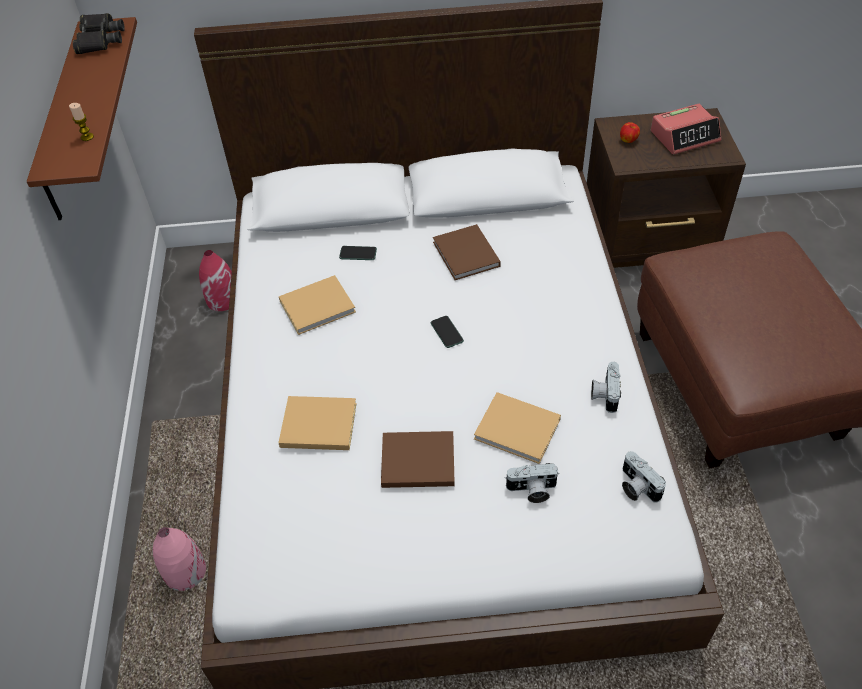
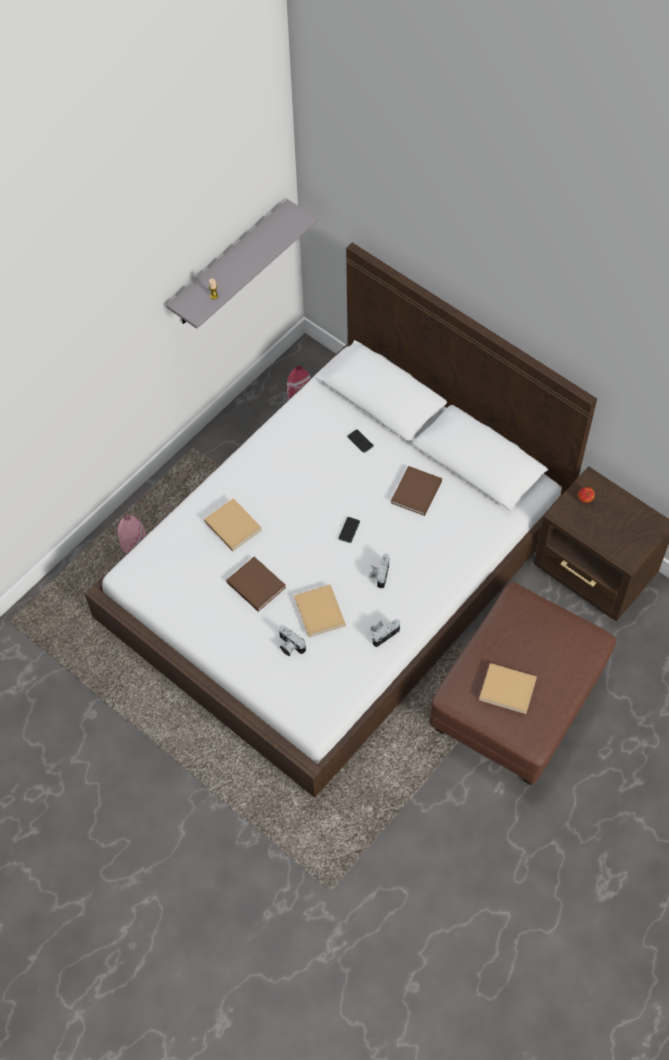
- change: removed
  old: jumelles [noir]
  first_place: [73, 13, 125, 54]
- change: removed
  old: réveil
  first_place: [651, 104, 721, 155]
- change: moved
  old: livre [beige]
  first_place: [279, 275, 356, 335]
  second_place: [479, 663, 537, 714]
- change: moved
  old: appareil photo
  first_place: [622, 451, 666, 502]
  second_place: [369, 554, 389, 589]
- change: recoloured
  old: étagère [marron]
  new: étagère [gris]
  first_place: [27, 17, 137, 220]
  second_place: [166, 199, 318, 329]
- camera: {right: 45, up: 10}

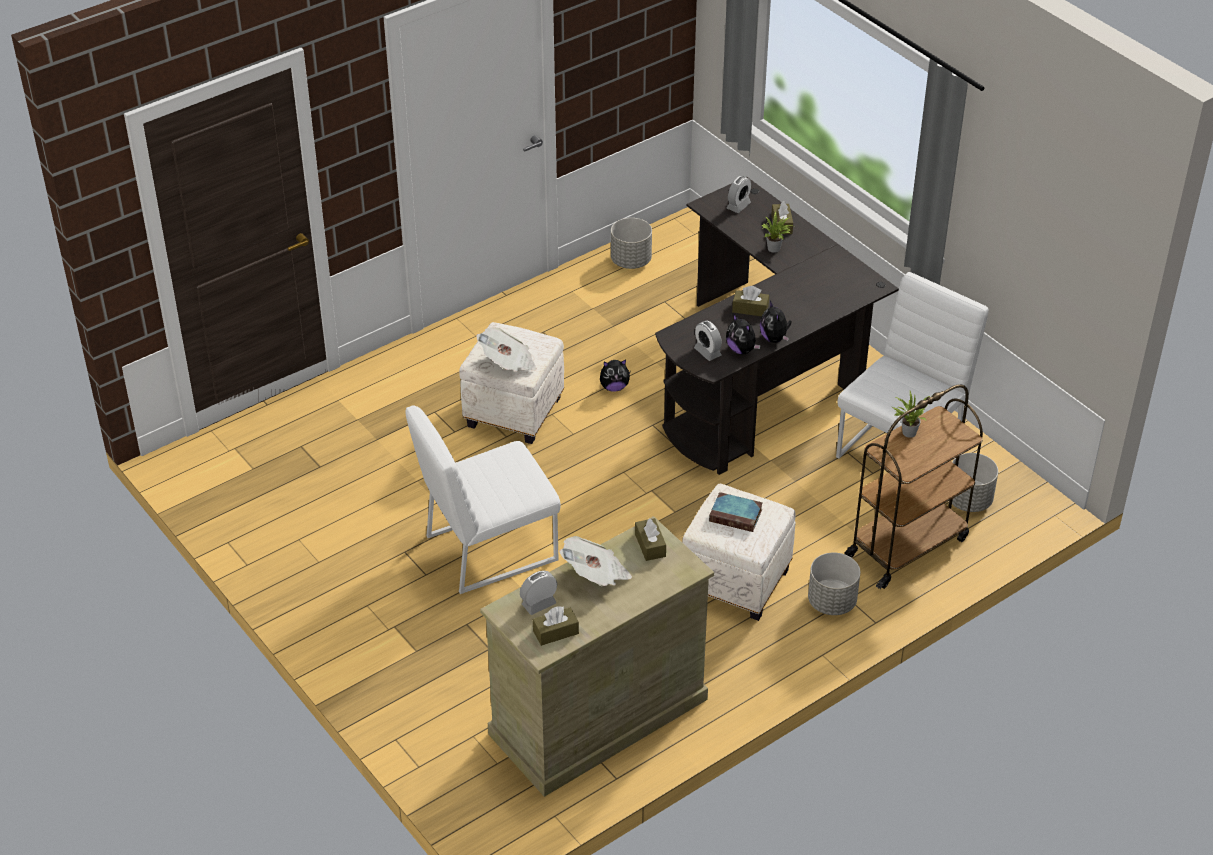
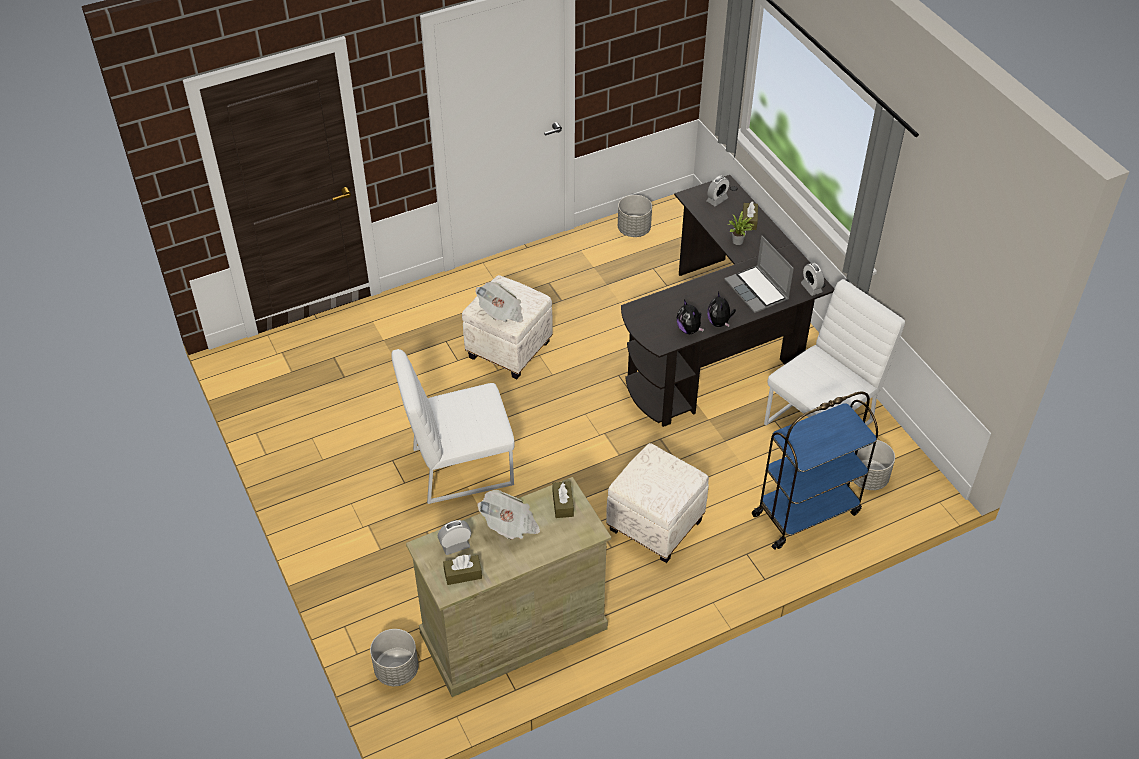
- change: removed
  old: peluche
  first_place: [600, 360, 631, 392]
- change: removed
  old: livre
  first_place: [709, 492, 763, 532]
- change: removed
  old: boîte à mouchoirs [marron]
  first_place: [732, 286, 769, 316]
- change: removed
  old: plante en pot
  first_place: [892, 391, 930, 438]
- change: added
  new: ordinateur portable
  second_place: [724, 236, 794, 313]
- change: moved
  old: réveil
  first_place: [694, 321, 722, 361]
  second_place: [801, 263, 824, 296]
- change: moved
  old: cache-pot [gris]
  first_place: [808, 553, 860, 615]
  second_place: [370, 629, 418, 686]
- change: recoloured
  old: chariot [marron]
  new: chariot [bleu]
  first_place: [844, 384, 983, 589]
  second_place: [752, 391, 878, 550]
- camera: {right: 10, up: 5}

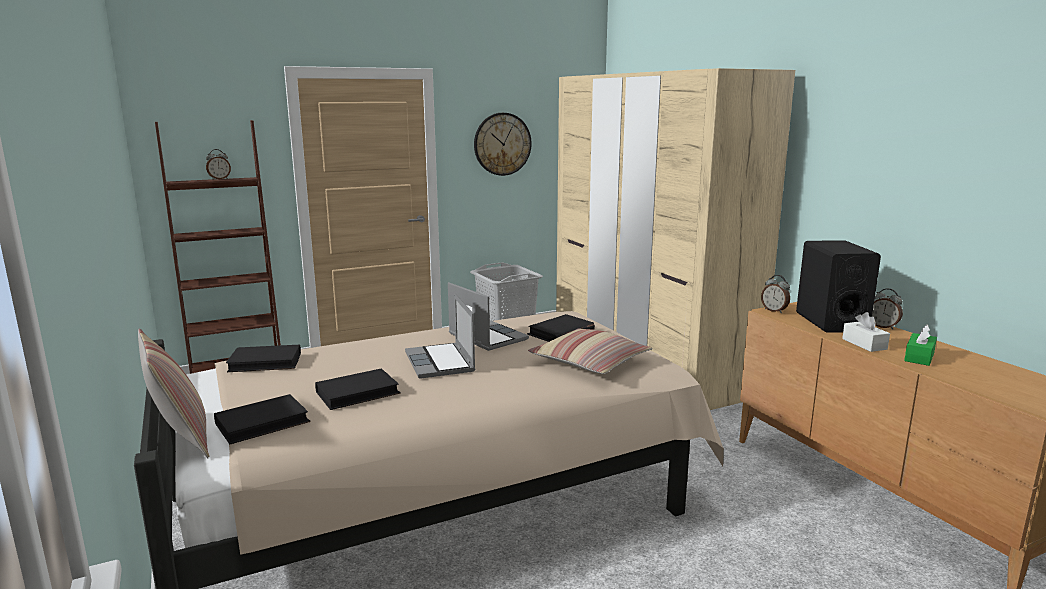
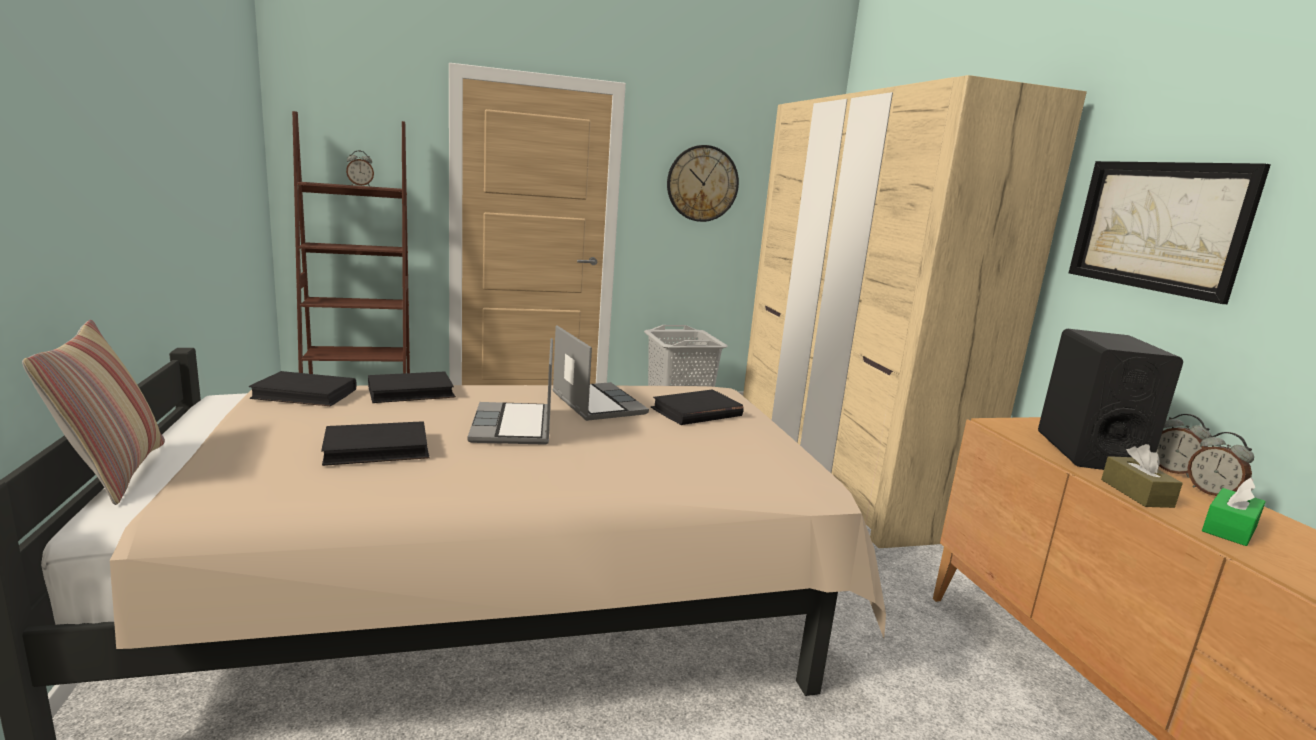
- change: removed
  old: coussin
  first_place: [528, 328, 652, 374]
- change: added
  new: tableau
  second_place: [1069, 161, 1271, 304]
- change: moved
  old: livre [noir]
  first_place: [214, 394, 311, 444]
  second_place: [368, 371, 456, 403]
- change: moved
  old: réveil
  first_place: [761, 275, 790, 313]
  second_place: [1188, 432, 1254, 496]
- change: recoloured
  old: boîte à mouchoirs [blanc]
  new: boîte à mouchoirs [marron]
  first_place: [842, 312, 890, 352]
  second_place: [1101, 444, 1183, 508]
- camera: {right: 10, up: 0}

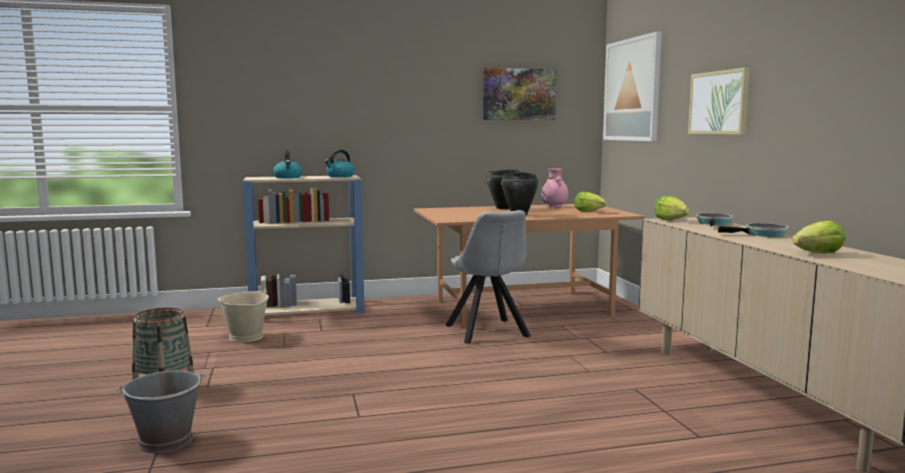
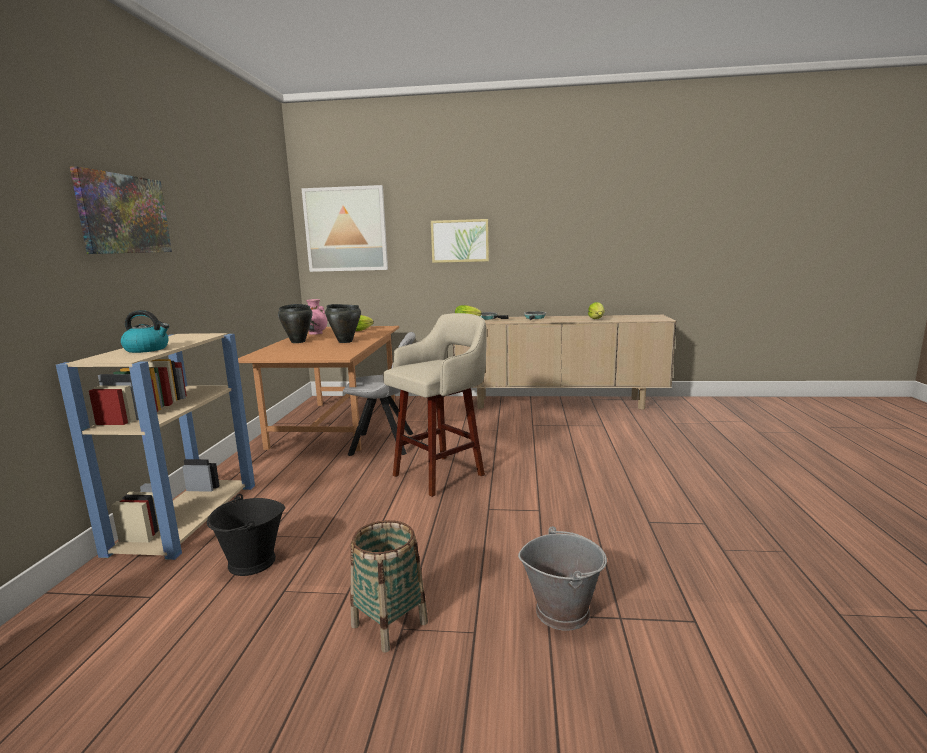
- change: removed
  old: bouilloire
  first_place: [325, 150, 355, 177]
- change: added
  new: tabouret [beige]
  second_place: [383, 313, 487, 497]
- change: moved
  old: tableau
  first_place: [483, 68, 556, 120]
  second_place: [70, 166, 172, 254]
- change: recoloured
  old: seau [beige]
  new: seau [noir]
  first_place: [217, 289, 269, 343]
  second_place: [207, 494, 285, 576]
- camera: {right: -70, up: 5}

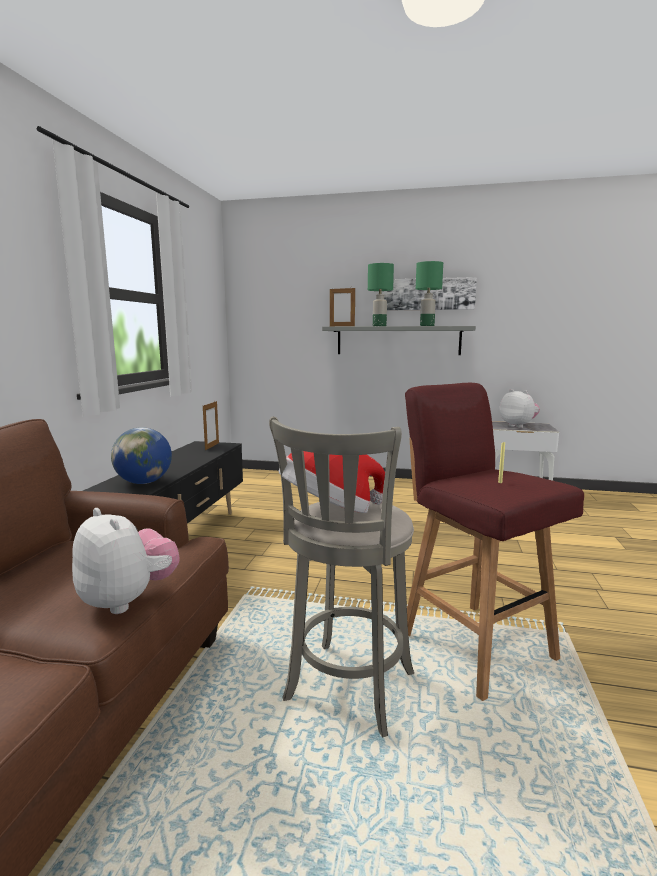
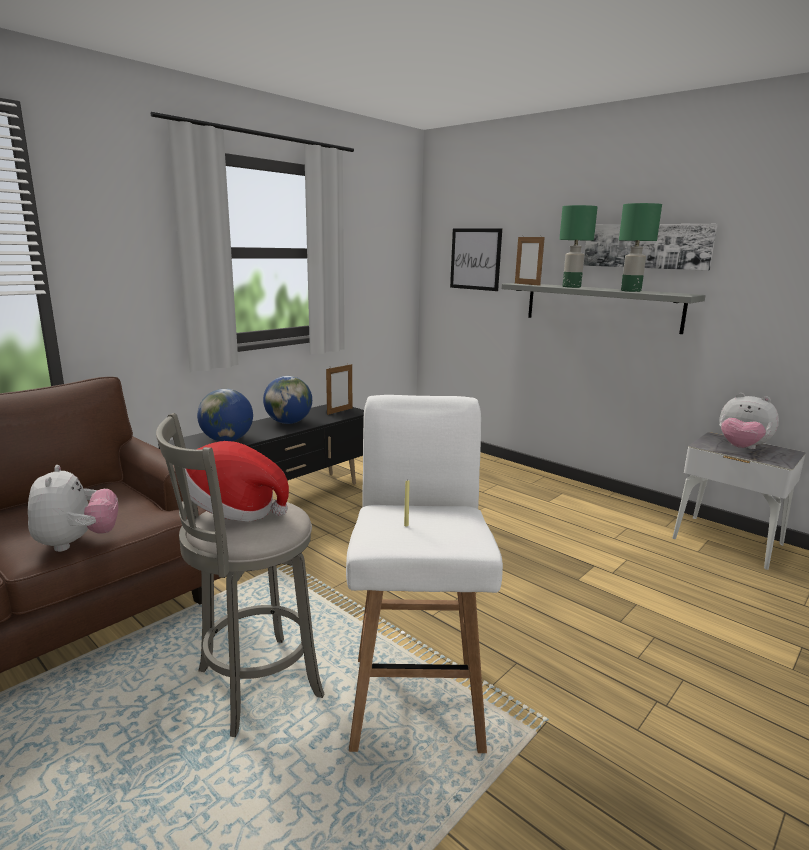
- change: added
  new: globe
  second_place: [263, 376, 312, 424]
- change: added
  new: tableau
  second_place: [450, 228, 502, 291]
- change: recoloured
  old: tabouret [rouge]
  new: tabouret [blanc]
  first_place: [405, 383, 584, 701]
  second_place: [346, 395, 503, 753]
- change: turned
  old: peluche
  first_place: [500, 389, 540, 428]
  second_place: [719, 393, 779, 449]
  degrees: 135
- camera: {right: 30, up: 5}

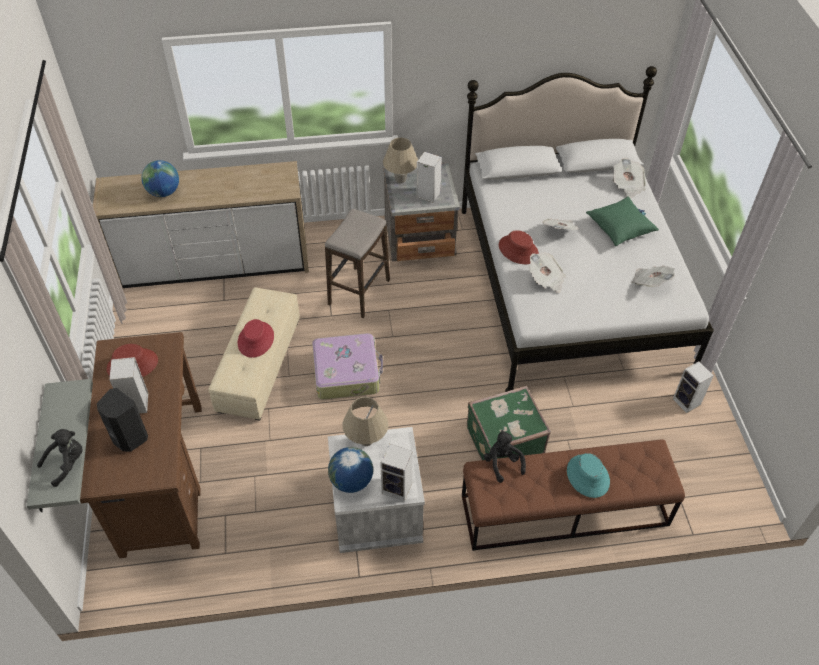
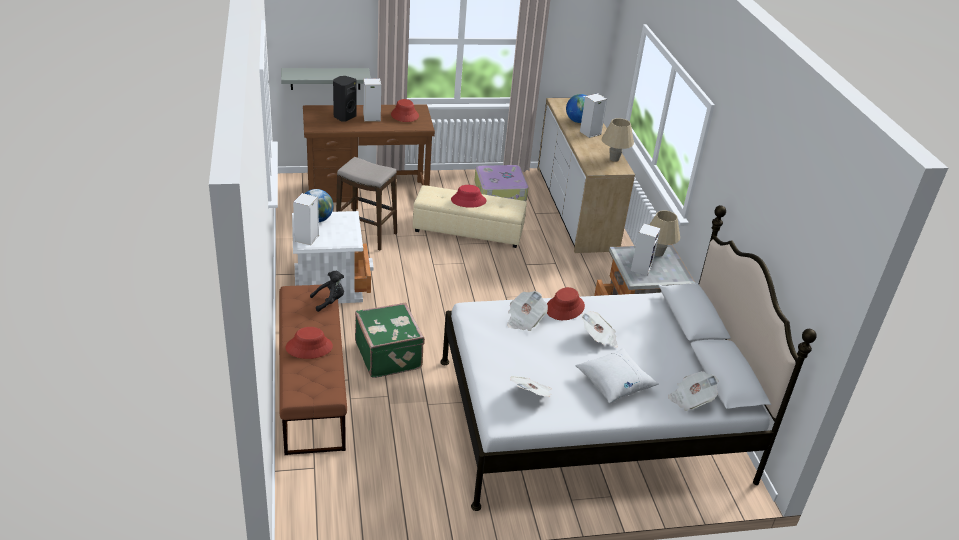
- change: removed
  old: peluche [noir]
  first_place: [37, 429, 83, 487]
- change: moved
  old: valise
  first_place: [312, 333, 383, 400]
  second_place: [474, 165, 528, 201]
- change: moved
  old: tabouret
  first_place: [325, 209, 390, 318]
  second_place: [336, 157, 397, 250]
- change: moved
  old: lampe de table [beige]
  first_place: [342, 397, 389, 446]
  second_place: [602, 118, 634, 162]
- change: moved
  old: enceinte
  first_place: [673, 361, 714, 413]
  second_place: [580, 93, 607, 138]
- change: recoloured
  old: chapeau [turquoise]
  new: chapeau [rouge]
  first_place: [567, 453, 610, 498]
  second_place: [286, 327, 333, 359]
- change: recoloured
  old: coussin [vert]
  new: coussin [gris]
  first_place: [586, 196, 659, 246]
  second_place: [576, 348, 659, 404]
- camera: {right: 85, up: -15}

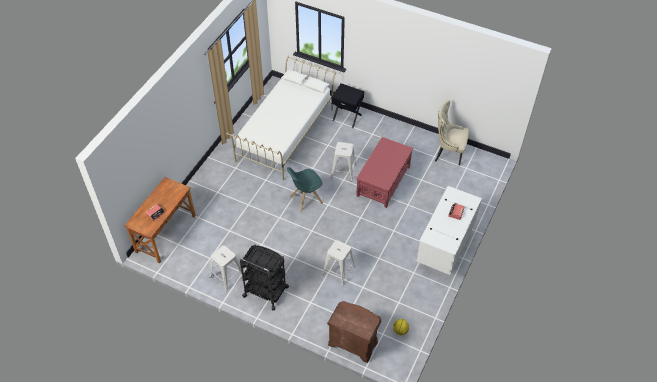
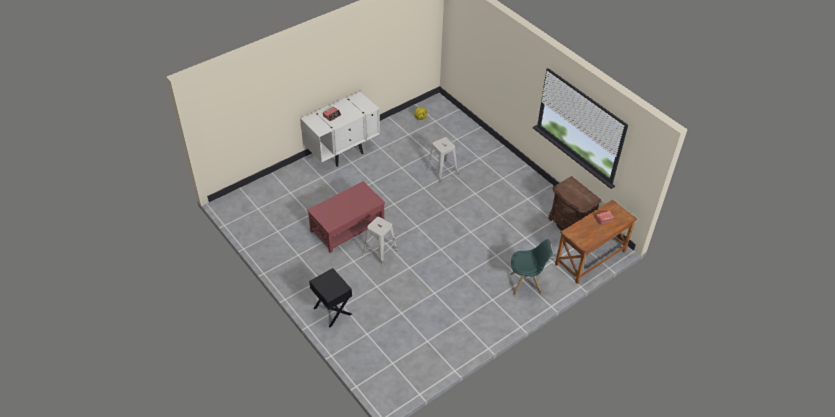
- change: removed
  old: tabouret [blanc]
  first_place: [210, 245, 242, 291]
- change: removed
  old: lit [blanc]
  first_place: [227, 56, 336, 181]
- change: removed
  old: chariot [noir]
  first_place: [240, 244, 289, 310]
- change: removed
  old: chaise [beige]
  first_place: [435, 100, 469, 166]
- change: moved
  old: chaise [turquoise]
  first_place: [287, 167, 323, 213]
  second_place: [510, 239, 553, 296]
- change: moved
  old: table de chevet [marron]
  first_place: [327, 301, 381, 363]
  second_place: [548, 176, 602, 231]
- camera: {right: -155, up: -5}

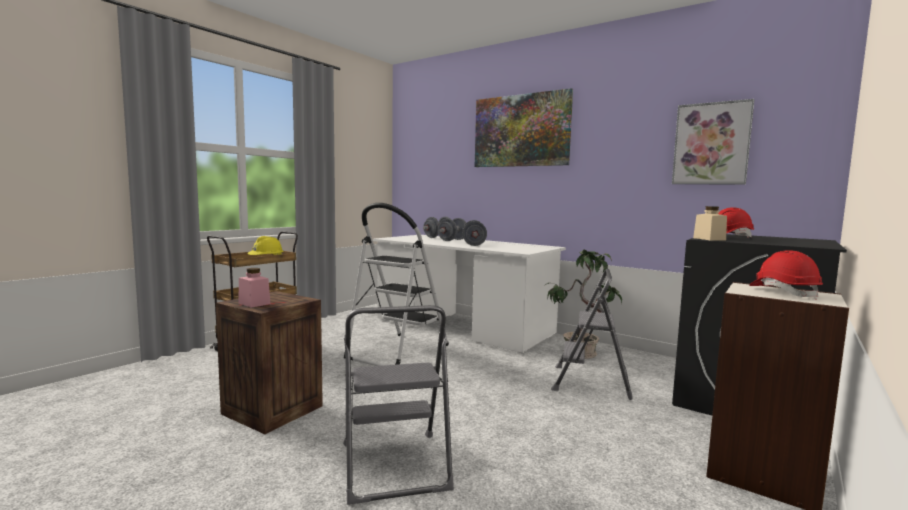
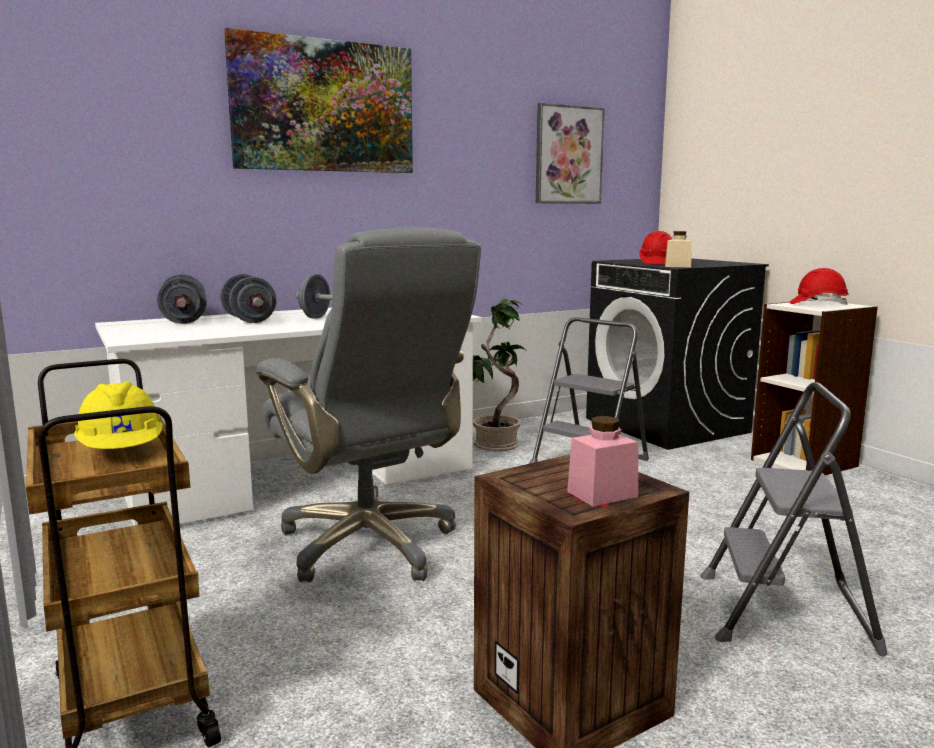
- change: replaced
  old: escabeau
  new: chaise de bureau [gris]
  first_place: [344, 203, 449, 366]
  second_place: [256, 228, 481, 583]
- camera: {right: -65, up: 5}

